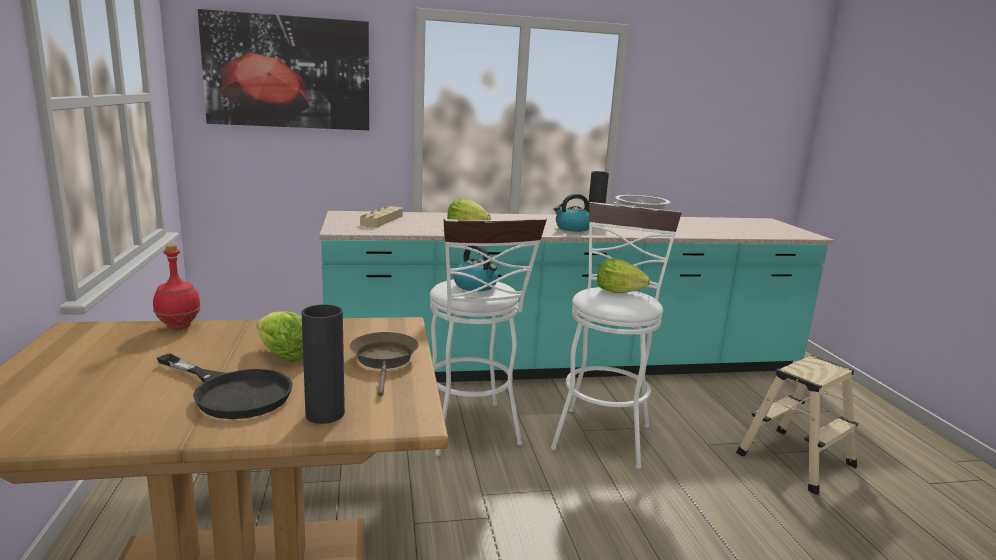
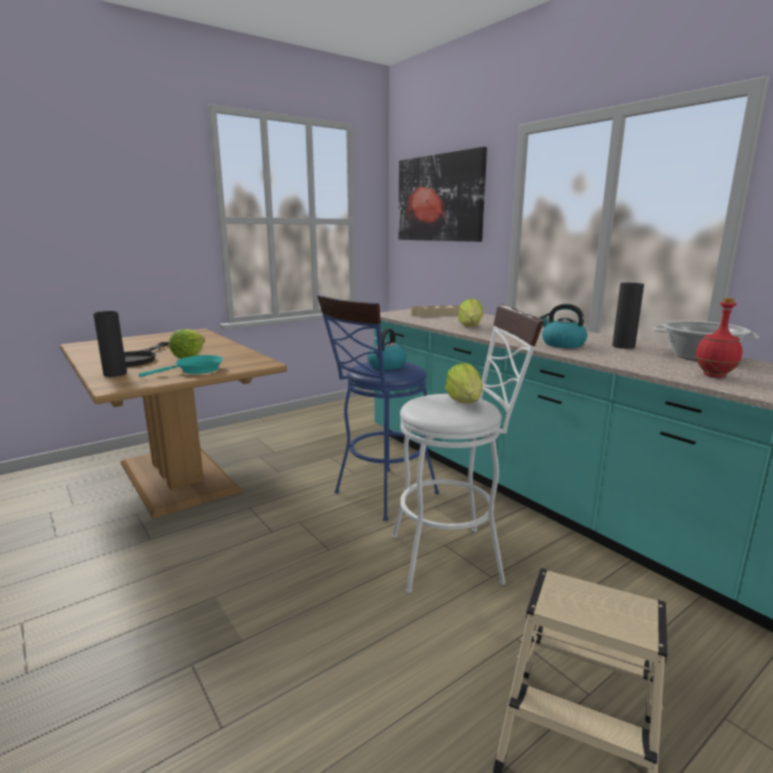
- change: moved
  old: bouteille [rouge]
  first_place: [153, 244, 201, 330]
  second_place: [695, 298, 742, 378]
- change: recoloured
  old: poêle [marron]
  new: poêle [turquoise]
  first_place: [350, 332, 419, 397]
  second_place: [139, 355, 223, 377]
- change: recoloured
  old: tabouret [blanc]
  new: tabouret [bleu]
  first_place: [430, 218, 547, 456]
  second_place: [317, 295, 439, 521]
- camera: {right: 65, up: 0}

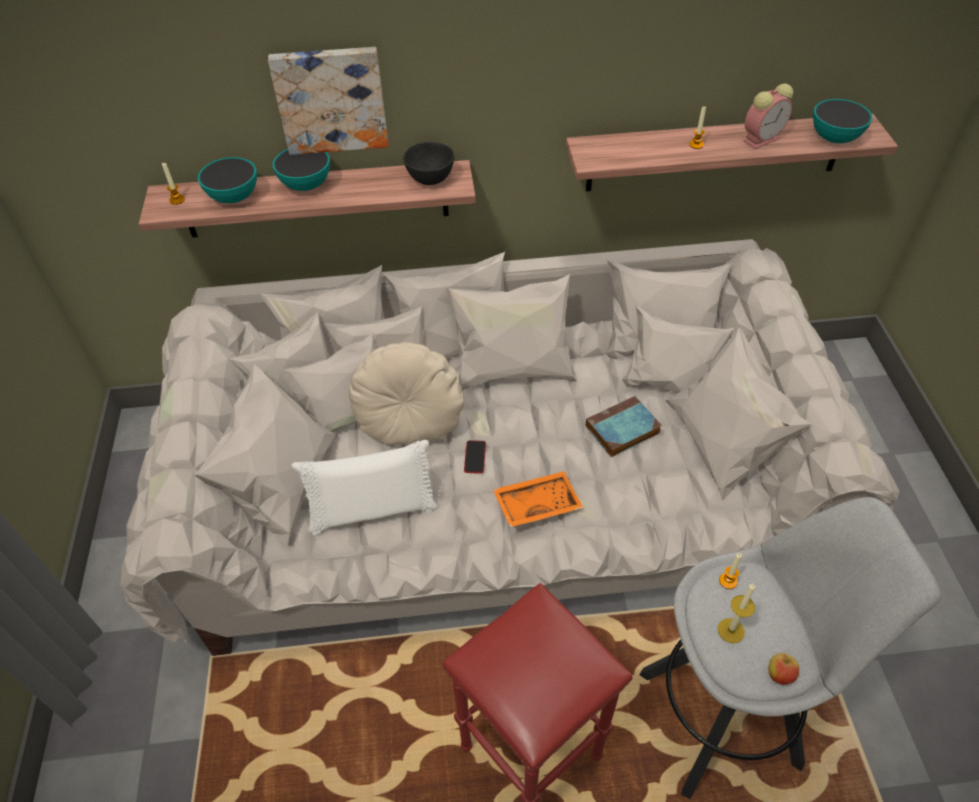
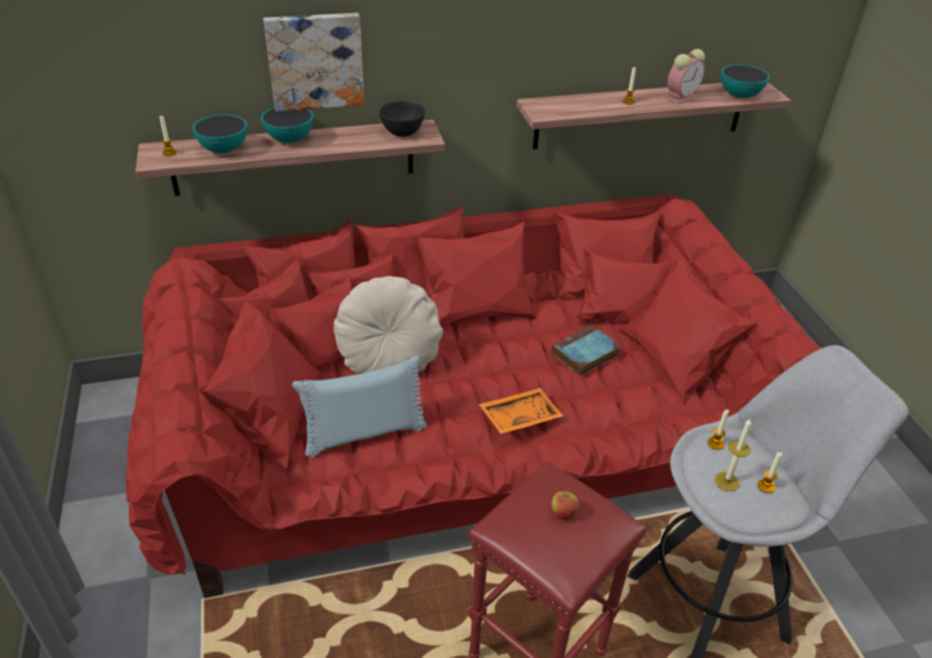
- change: removed
  old: téléphone
  first_place: [464, 440, 486, 474]
- change: added
  new: bougie
  second_place: [757, 452, 782, 493]
- change: moved
  old: pomme
  first_place: [768, 652, 799, 685]
  second_place: [552, 488, 579, 520]
- change: recoloured
  old: canapé [blanc]
  new: canapé [rouge]
  first_place: [121, 239, 900, 656]
  second_place: [126, 194, 821, 598]
- change: recoloured
  old: coussin [blanc]
  new: coussin [bleu]
  first_place: [291, 440, 437, 536]
  second_place: [292, 356, 427, 458]
- camera: {right: -10, up: -10}

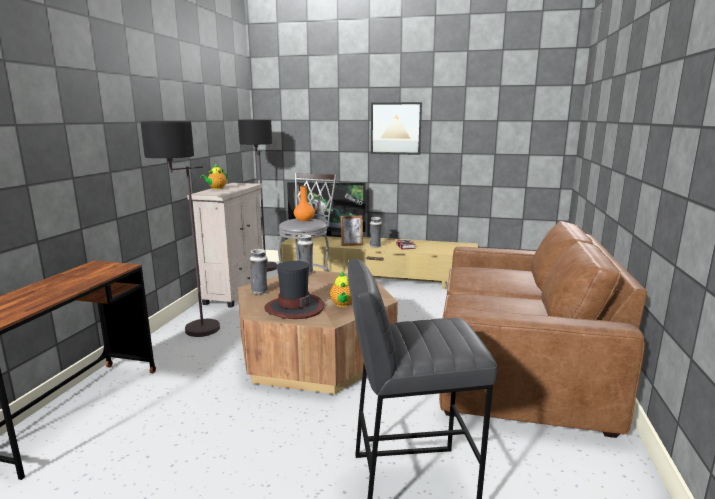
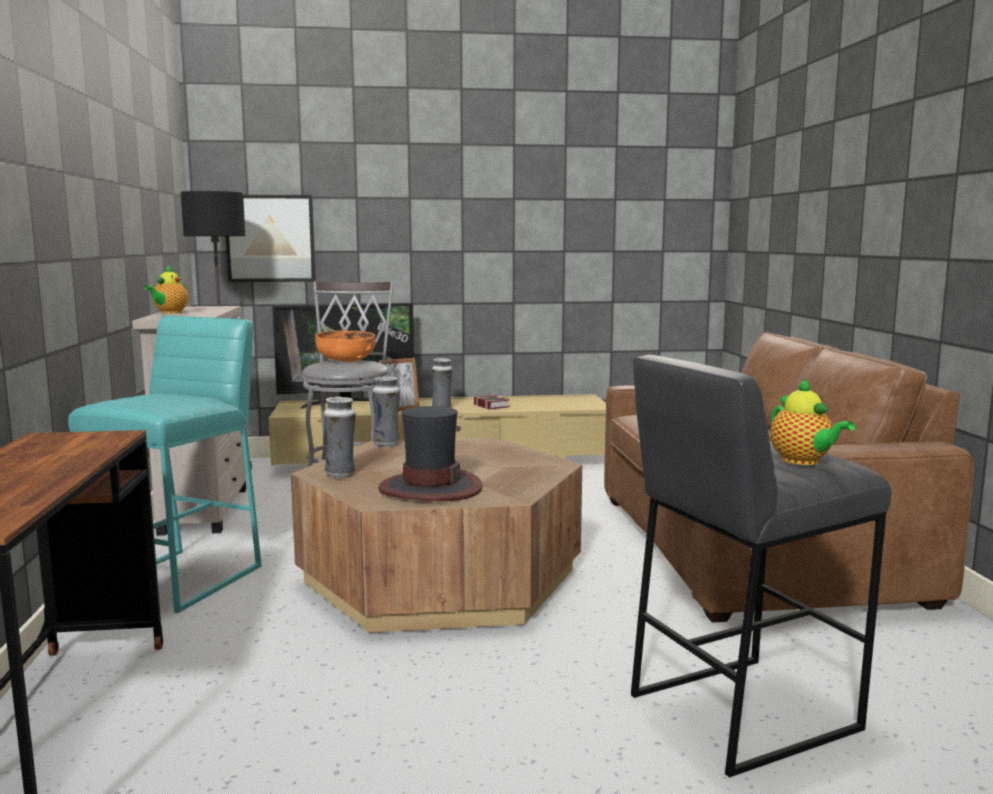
- change: moved
  old: théière
  first_place: [330, 272, 352, 307]
  second_place: [770, 378, 855, 465]
- change: moved
  old: tableau
  first_place: [371, 102, 422, 155]
  second_place: [226, 195, 316, 282]
- change: replaced
  old: lampadaire [noir]
  new: tabouret [turquoise]
  first_place: [141, 121, 220, 337]
  second_place: [68, 316, 261, 613]
- change: replaced
  old: vase [orange]
  new: bol [orange]
  first_place: [294, 186, 315, 221]
  second_place: [315, 330, 375, 362]
- camera: {right: -20, up: -5}

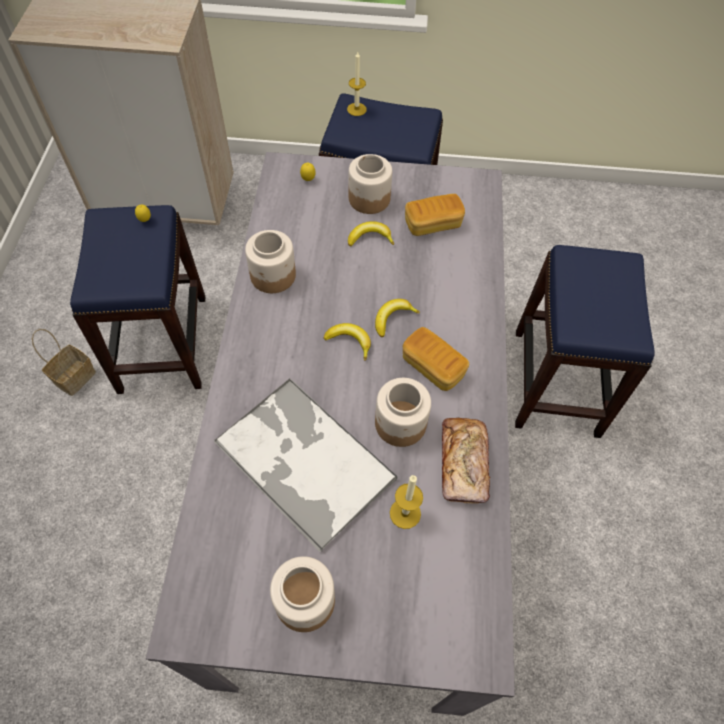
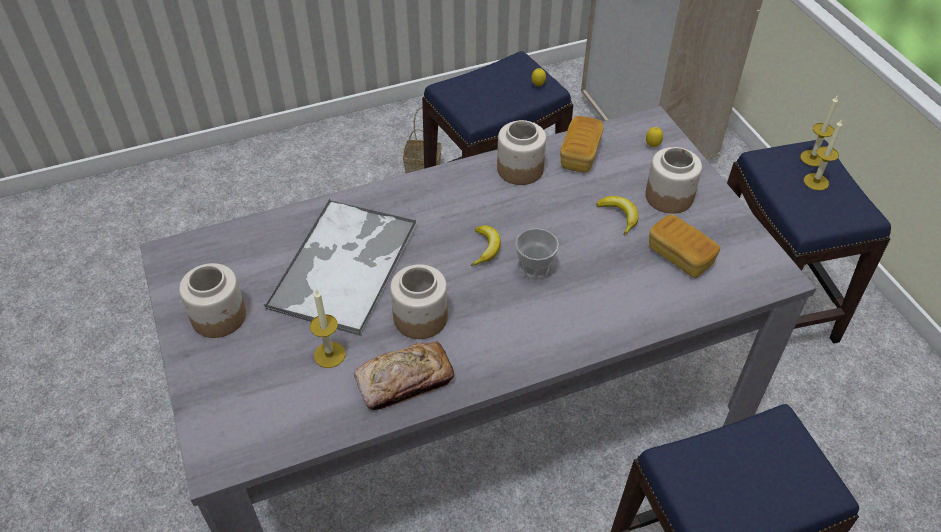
- change: added
  new: bougie
  second_place: [804, 119, 842, 191]
- change: moved
  old: pain
  first_place: [403, 327, 469, 391]
  second_place: [560, 116, 604, 173]
- change: replaced
  old: banane
  new: tasse
  first_place: [375, 299, 420, 337]
  second_place: [515, 228, 559, 280]
- camera: {right: 65, up: -10}

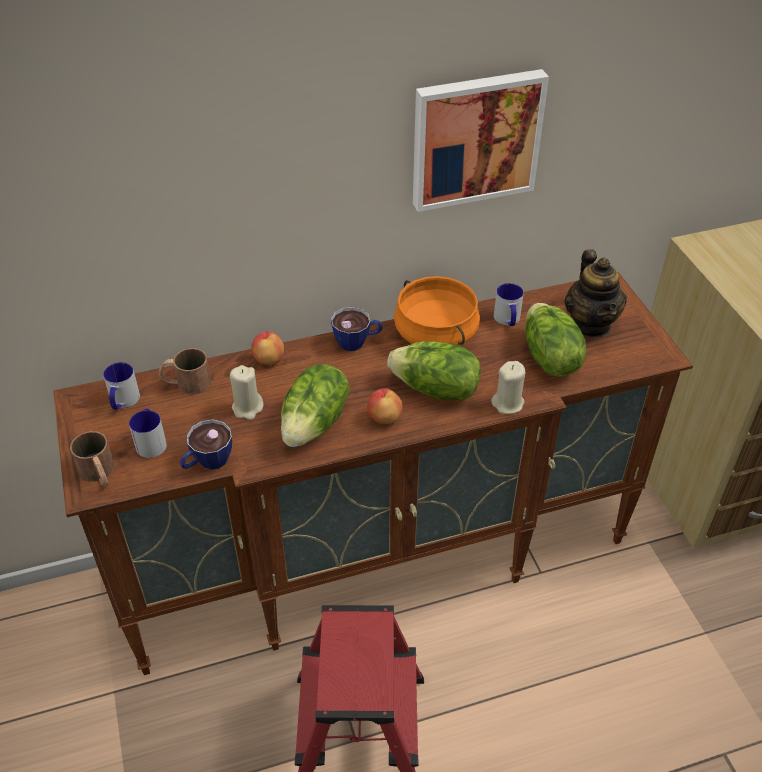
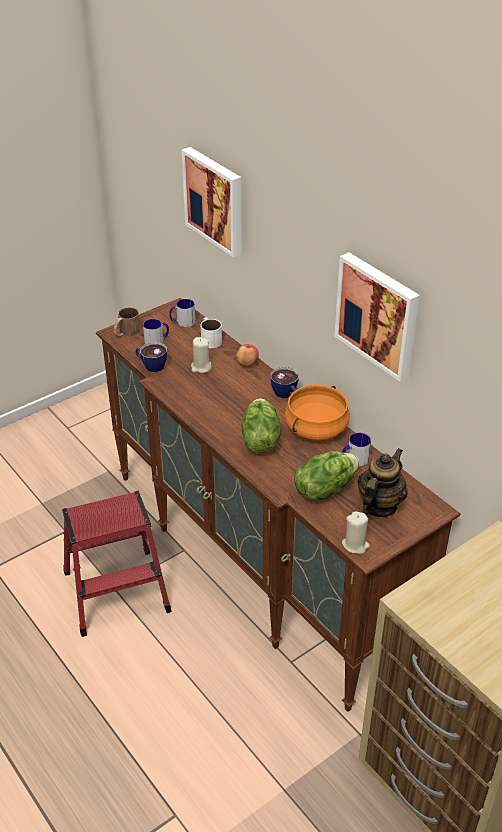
- change: removed
  old: laitue
  first_place: [281, 364, 350, 447]
- change: removed
  old: pomme
  first_place: [367, 388, 403, 424]
- change: added
  new: tableau
  second_place: [182, 147, 242, 258]
- change: moved
  old: bougie [beige]
  first_place: [491, 361, 526, 414]
  second_place: [342, 511, 370, 554]
- change: recoloured
  old: mug [marron]
  new: mug [blanc]
  first_place: [159, 348, 211, 394]
  second_place: [201, 317, 222, 348]
- change: turned
  old: théière
  first_place: [564, 249, 627, 337]
  second_place: [357, 448, 408, 517]
  degrees: 150
- camera: {right: 70, up: -5}

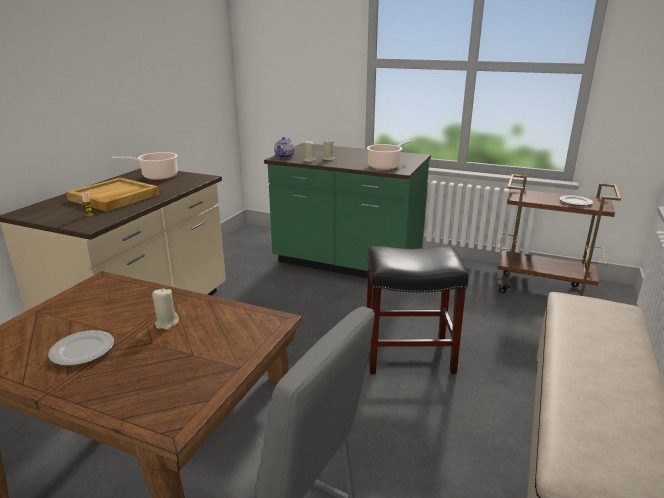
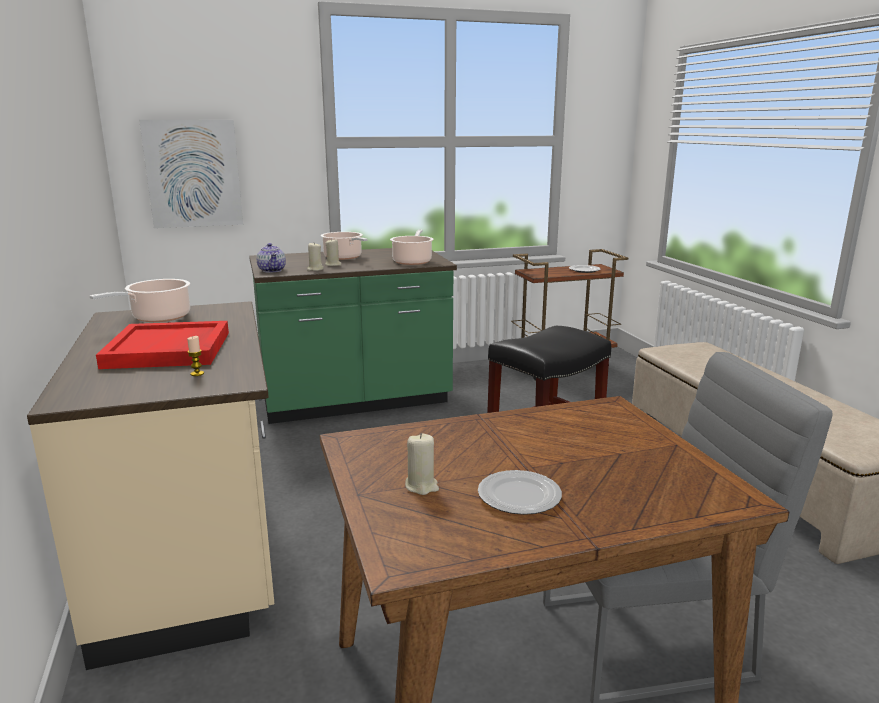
- change: added
  new: tableau
  second_place: [139, 120, 243, 228]
- change: added
  new: marmite
  second_place: [321, 232, 367, 260]
- change: moved
  old: bougie [beige]
  first_place: [152, 288, 179, 330]
  second_place: [405, 433, 439, 495]
- change: recoloured
  old: plateau [beige]
  new: plateau [rouge]
  first_place: [66, 178, 160, 212]
  second_place: [96, 321, 229, 369]
- camera: {right: -40, up: -5}

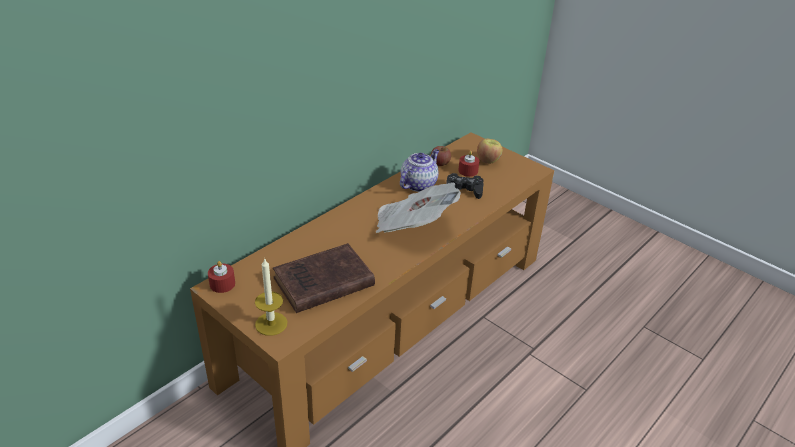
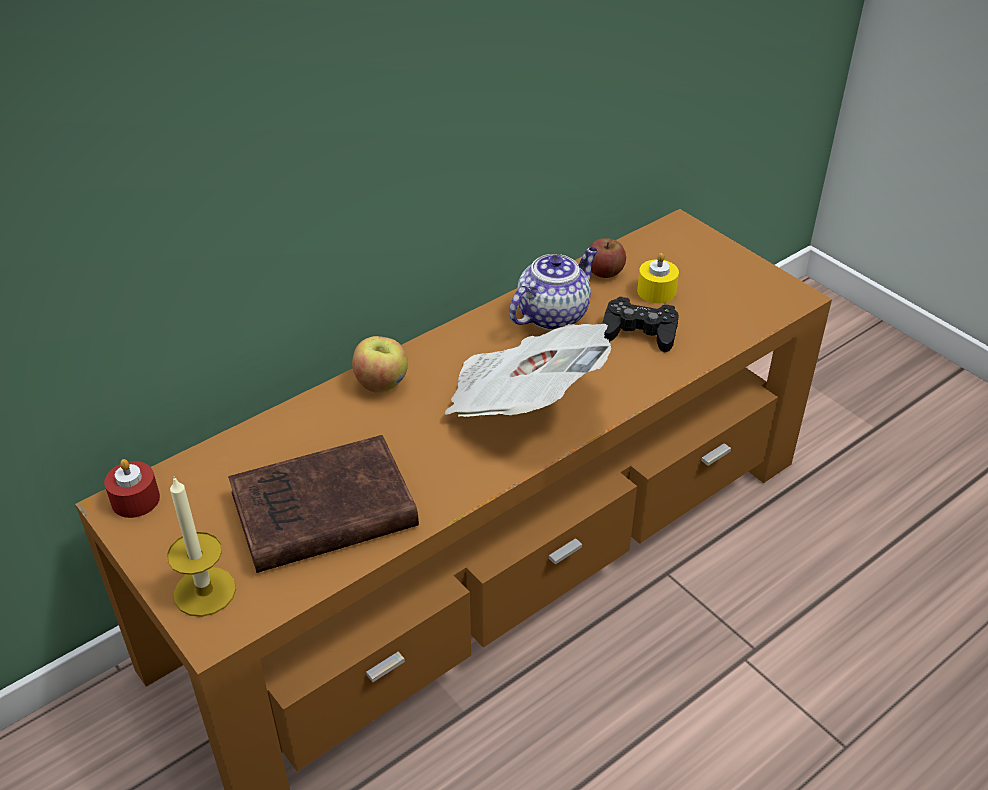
- change: moved
  old: pomme
  first_place: [477, 139, 503, 164]
  second_place: [352, 336, 408, 393]
- change: recoloured
  old: bougie [rouge]
  new: bougie [jaune]
  first_place: [458, 151, 479, 177]
  second_place: [637, 253, 679, 303]
- camera: {right: 10, up: 5}

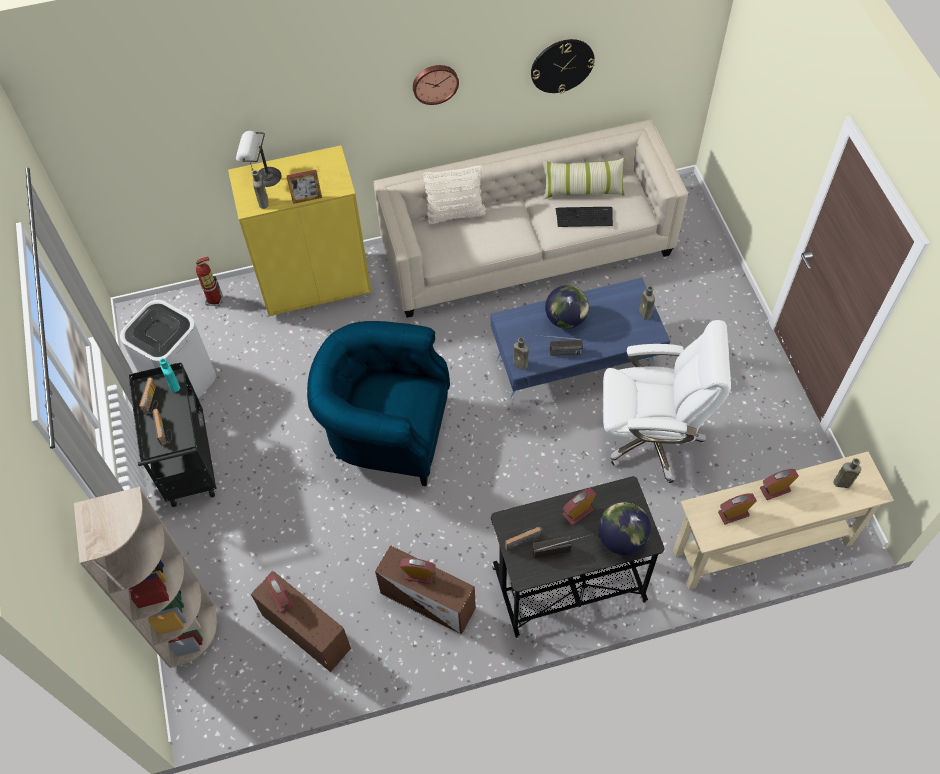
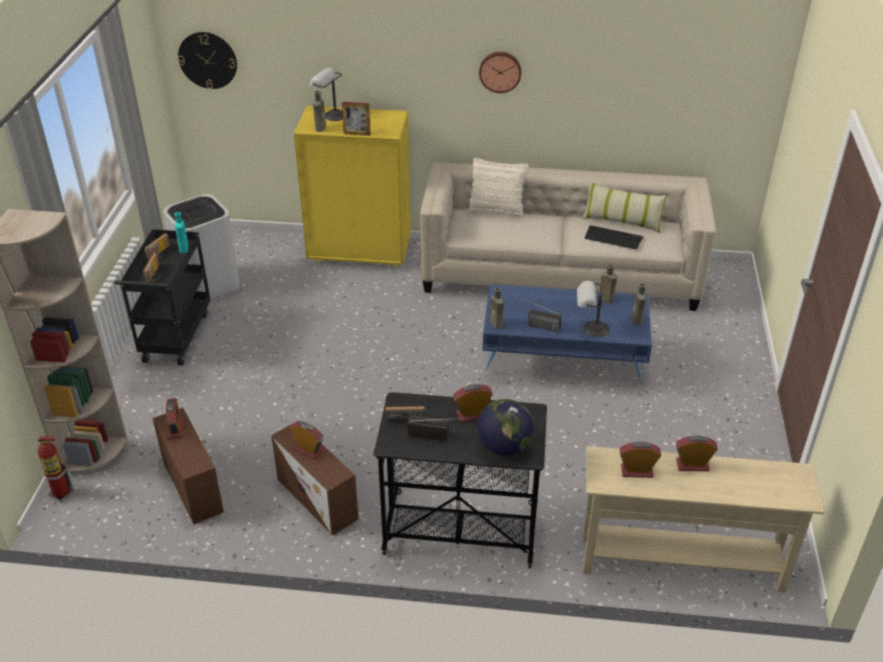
- change: removed
  old: fauteuil [bleu]
  first_place: [307, 321, 450, 486]
- change: removed
  old: globe
  first_place: [545, 285, 589, 329]
- change: removed
  old: chaise de bureau [blanc]
  first_place: [603, 320, 731, 483]
- change: added
  new: lampe de table
  second_place: [577, 281, 610, 337]
- change: moved
  old: extincteur
  first_place: [196, 256, 223, 306]
  second_place: [38, 436, 74, 503]
- change: moved
  old: horloge murale
  first_place: [531, 39, 595, 94]
  second_place: [178, 32, 237, 89]
- change: moved
  old: bouteille [marron]
  first_place: [834, 458, 861, 488]
  second_place: [599, 264, 617, 304]
- camera: {right: 20, up: -20}

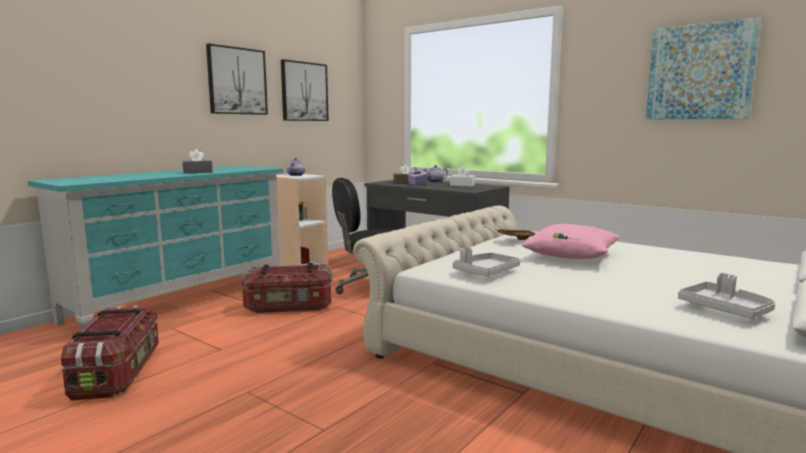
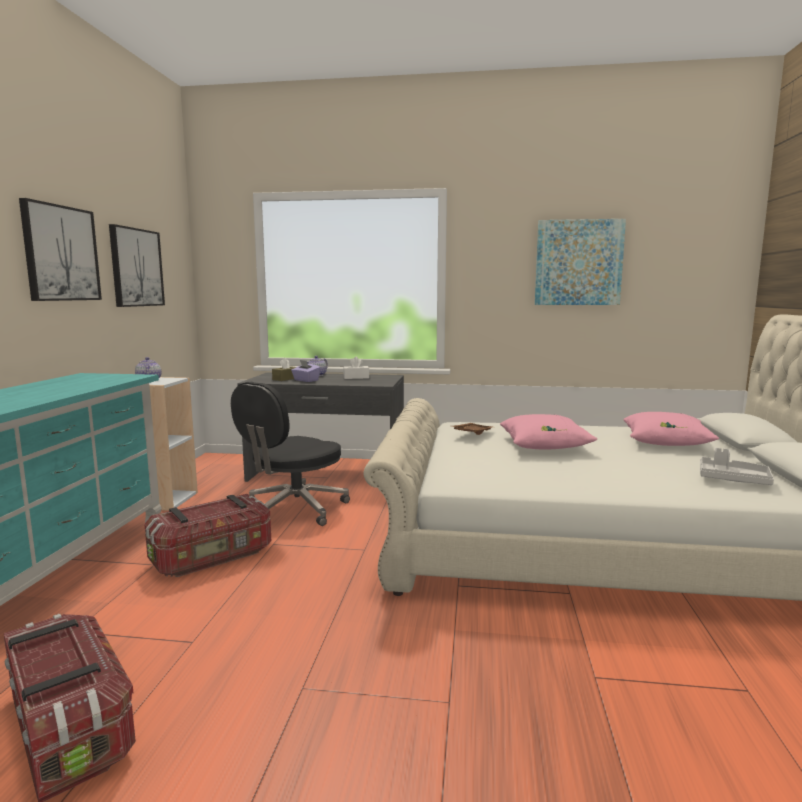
- change: removed
  old: boîte à mouchoirs [gris]
  first_place: [182, 149, 213, 174]
- change: removed
  old: plateau [gris]
  first_place: [452, 247, 520, 276]
- change: added
  new: coussin [rose]
  second_place: [623, 412, 719, 446]
- camera: {right: -30, up: 0}

